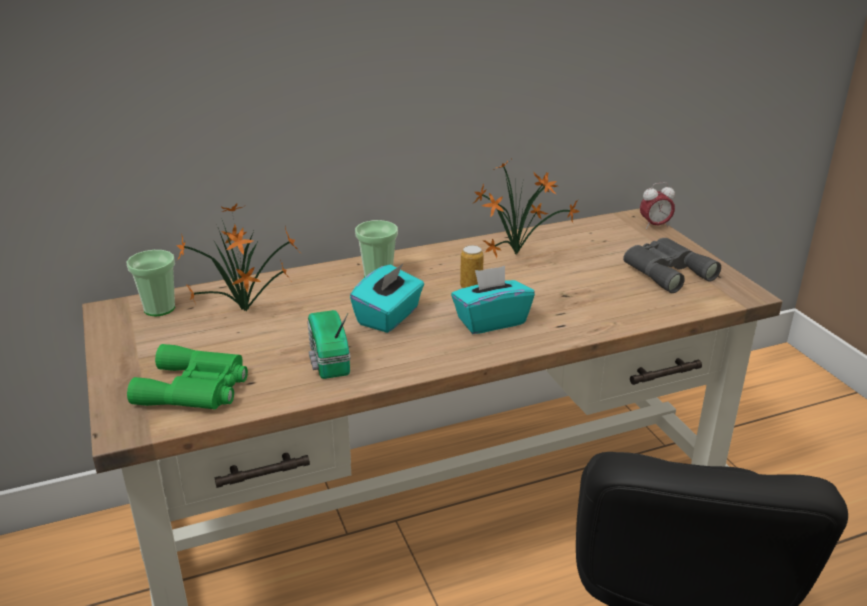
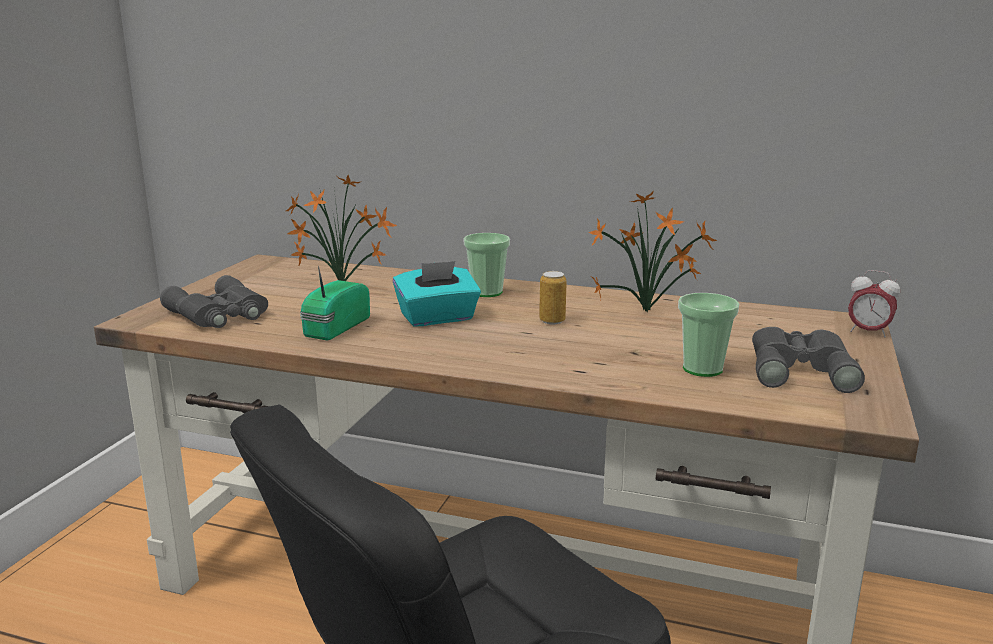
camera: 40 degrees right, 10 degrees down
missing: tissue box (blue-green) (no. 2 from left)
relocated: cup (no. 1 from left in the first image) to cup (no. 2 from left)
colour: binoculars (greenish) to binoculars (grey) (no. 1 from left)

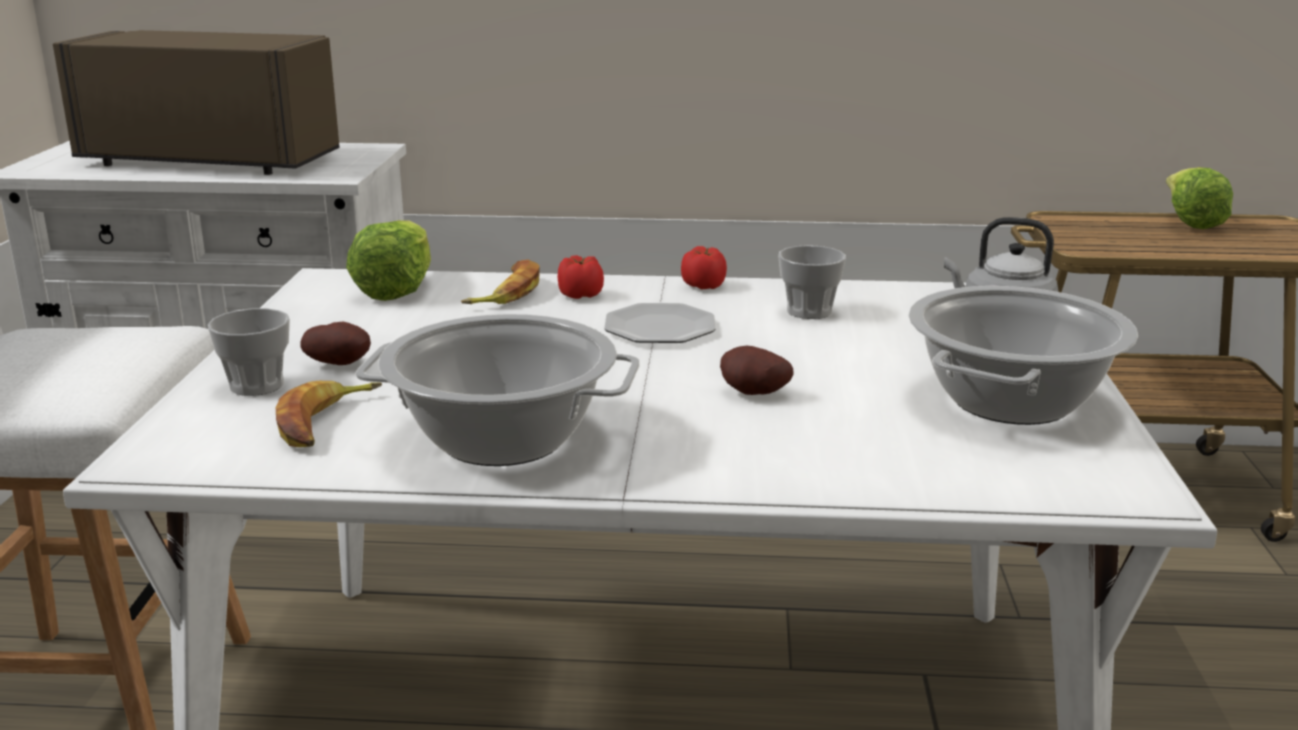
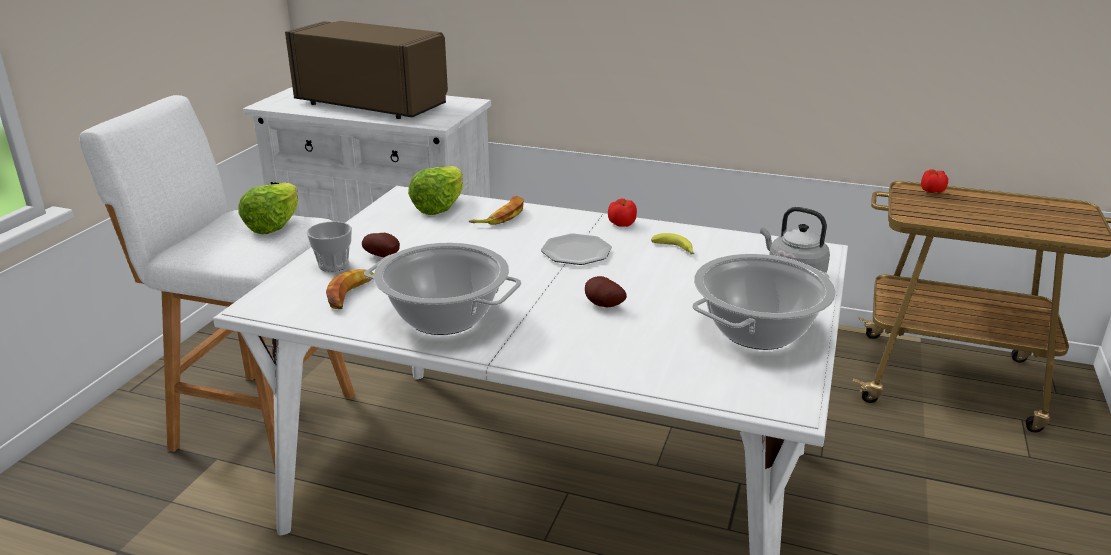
camera: 15 degrees right, 5 degrees up
relocated: lettuce (no. 2 from left in the first image) to lettuce (no. 1 from left); tomato (no. 1 from left in the first image) to tomato (no. 2 from left)
exchanged: cup (no. 2 from left) to banana fruit (no. 3 from left)

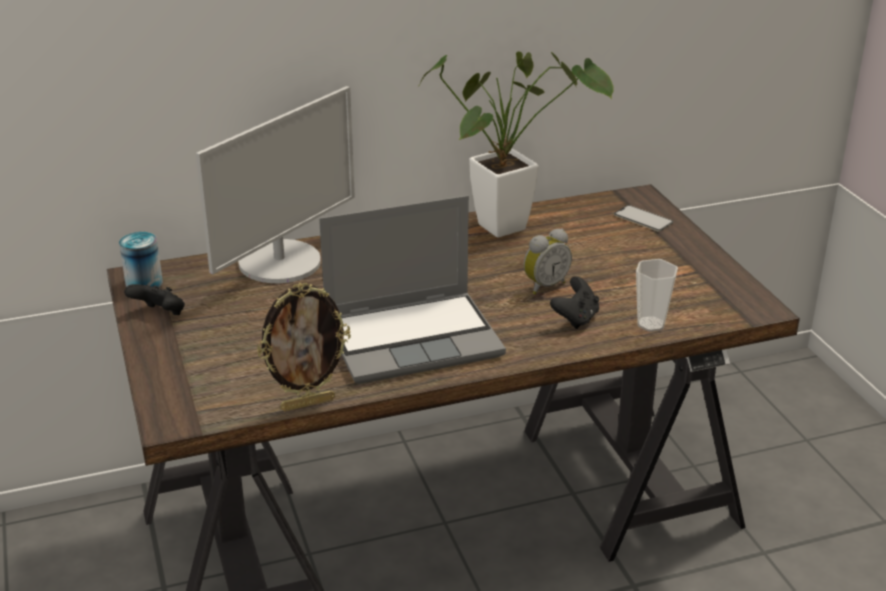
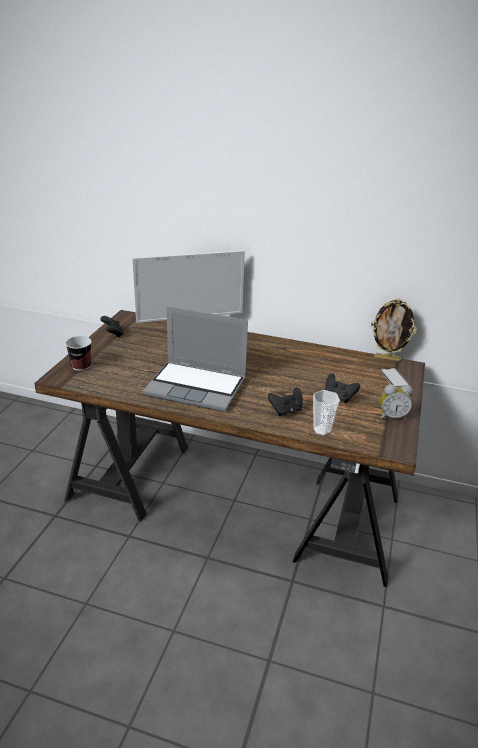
camera: 35 degrees right, 0 degrees up
missing: potted plant; can
appeared: cup (no. 1 from left); game controller (black-coloured) (no. 3 from left)
relocated: table clock; picture frame

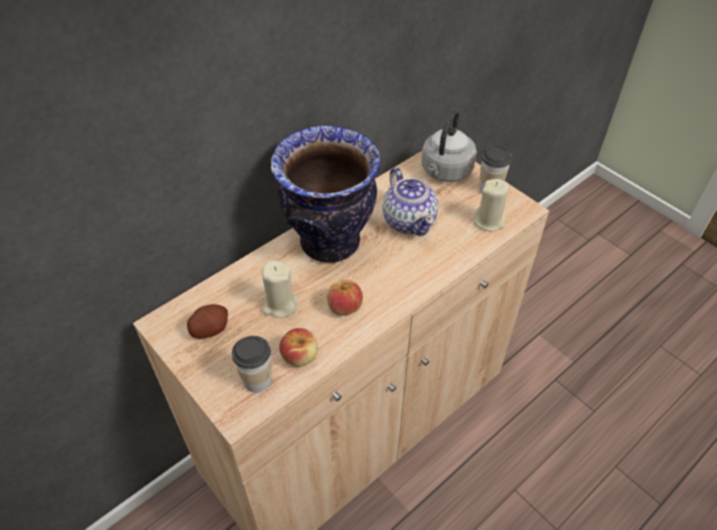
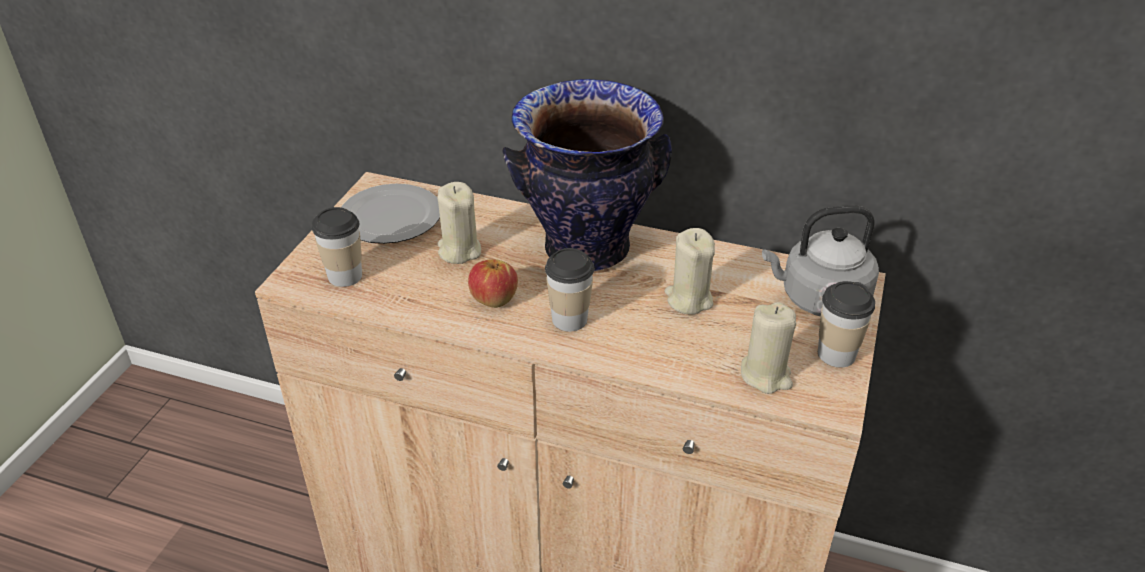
camera: 60 degrees right, 10 degrees down
missing: whole apple (no. 1 from left)
appeared: cup (no. 2 from left)
exchanged: tea pot to wax light (beige-coloured) (no. 2 from left); spud to dinner plate

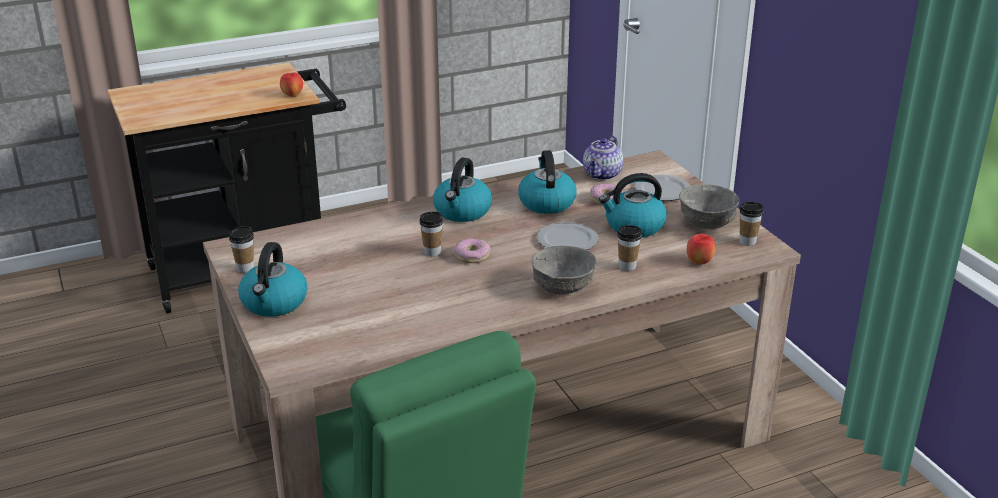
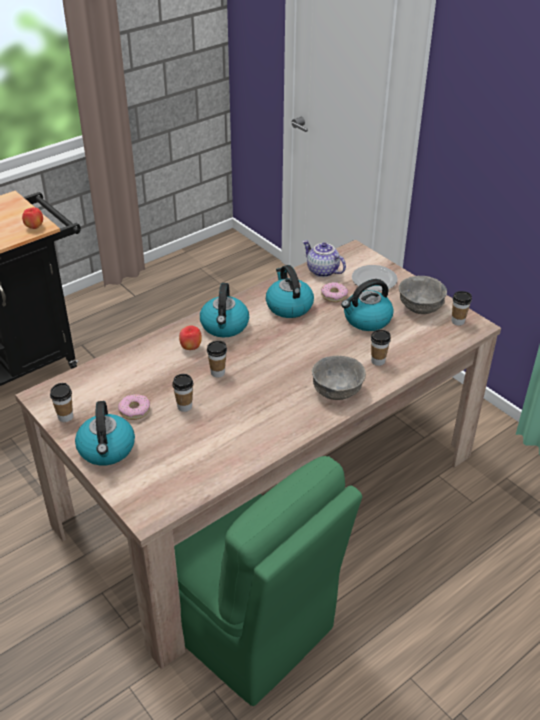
camera: 15 degrees left, 10 degrees up
missing: dinner plate (no. 1 from left)
appeared: cup (no. 2 from left)
relocated: whole apple (no. 2 from left); donut (no. 1 from left)
spun: tea pot 120 degrees clockwise

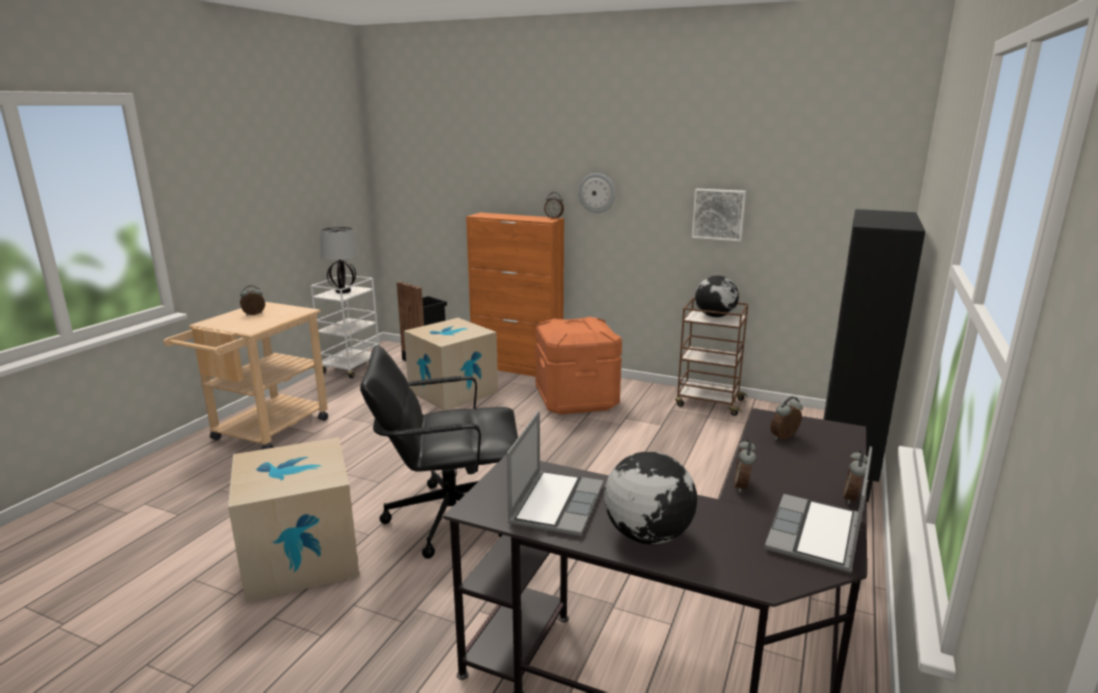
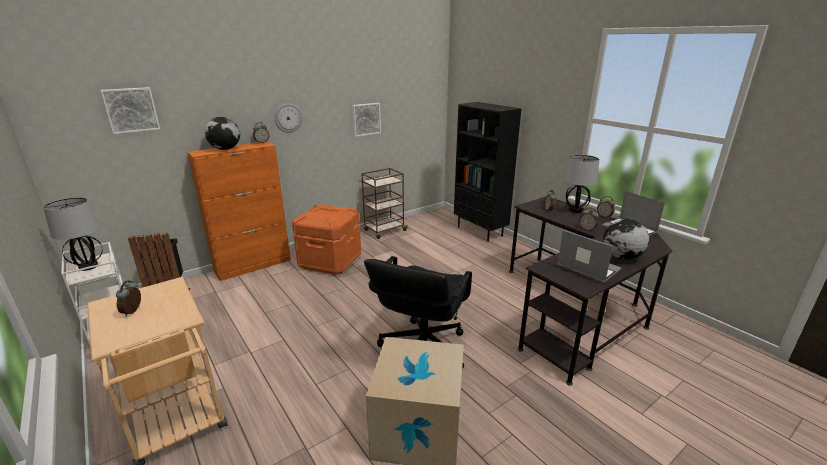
camera: 60 degrees left, 5 degrees up
missing: carton (no. 2 from left)
appeared: wall picture (no. 1 from left); table lamp (no. 2 from left)
relocated: world globe (no. 2 from left in the first image) to world globe (no. 1 from left)

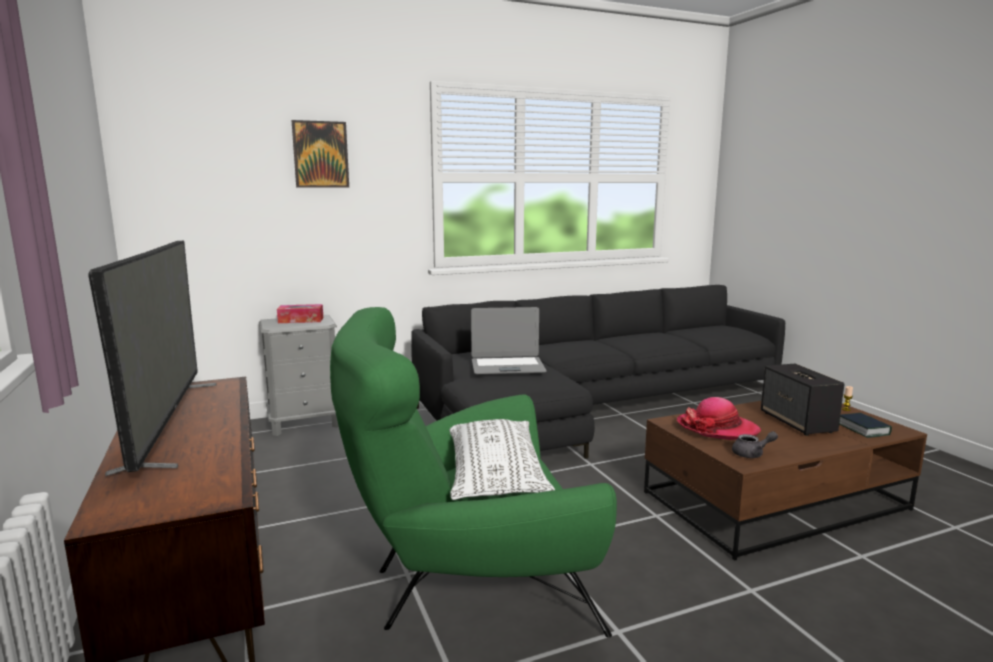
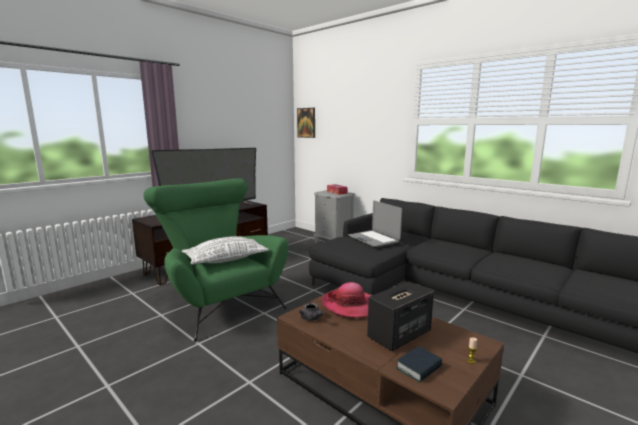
camera: 65 degrees right, 0 degrees up
relocated: wall picture

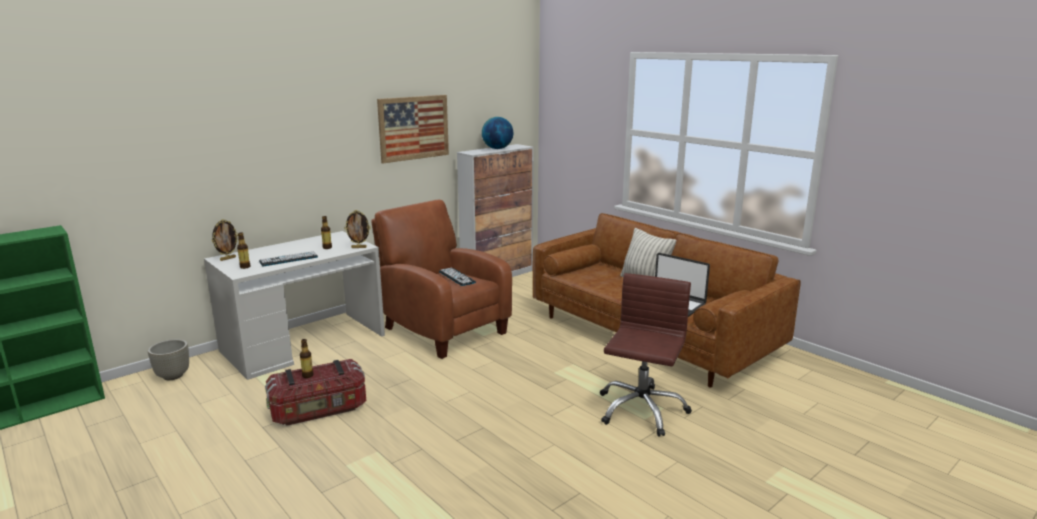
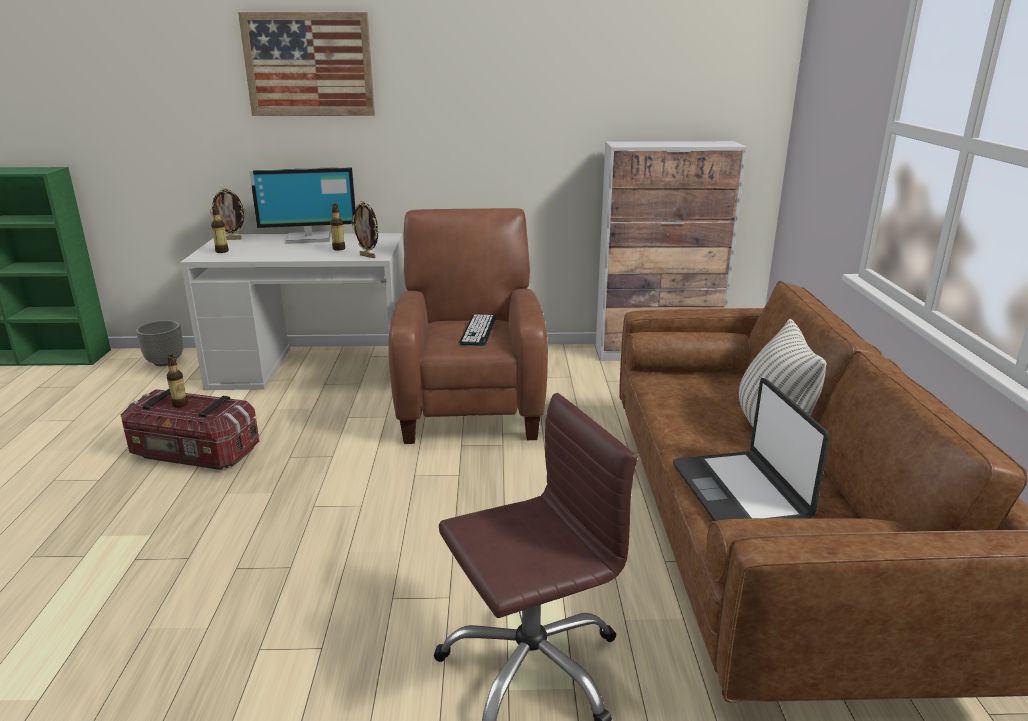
camera: 40 degrees right, 5 degrees up
missing: world globe; keyboard (no. 1 from left)
appeared: monitor
relocated: wall picture

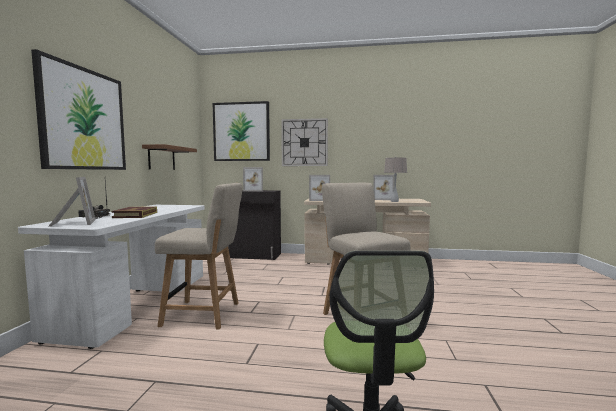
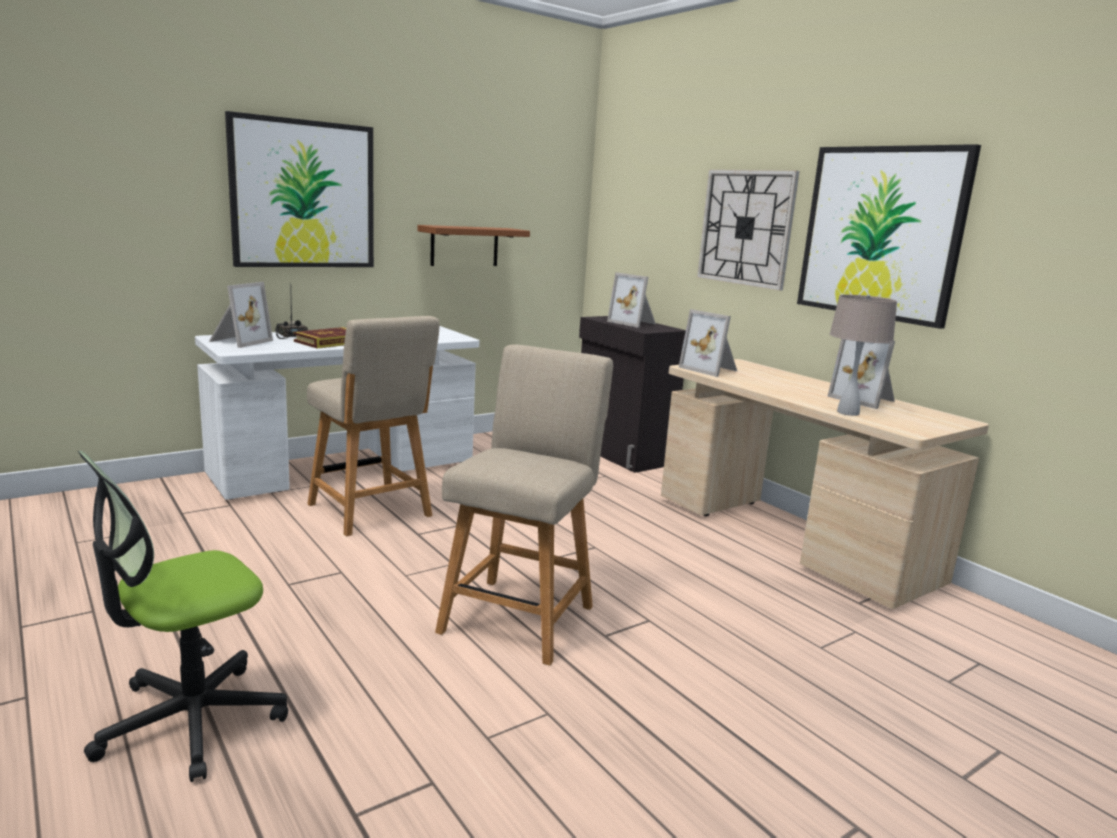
camera: 45 degrees right, 10 degrees up
relocated: wall picture (no. 2 from left)

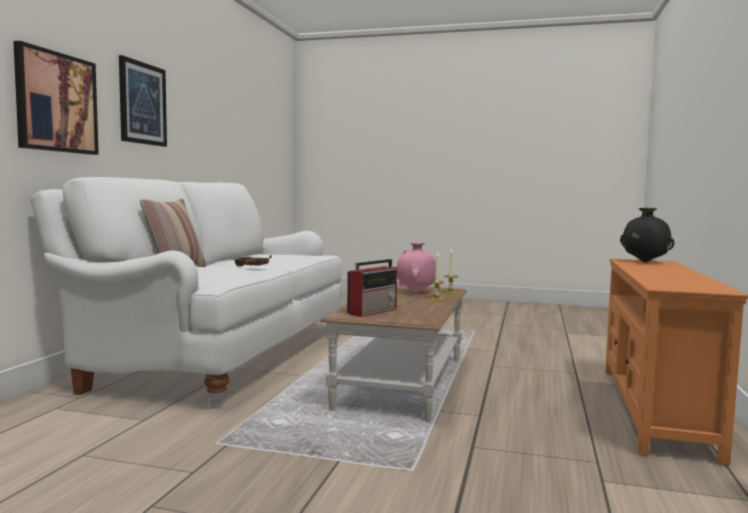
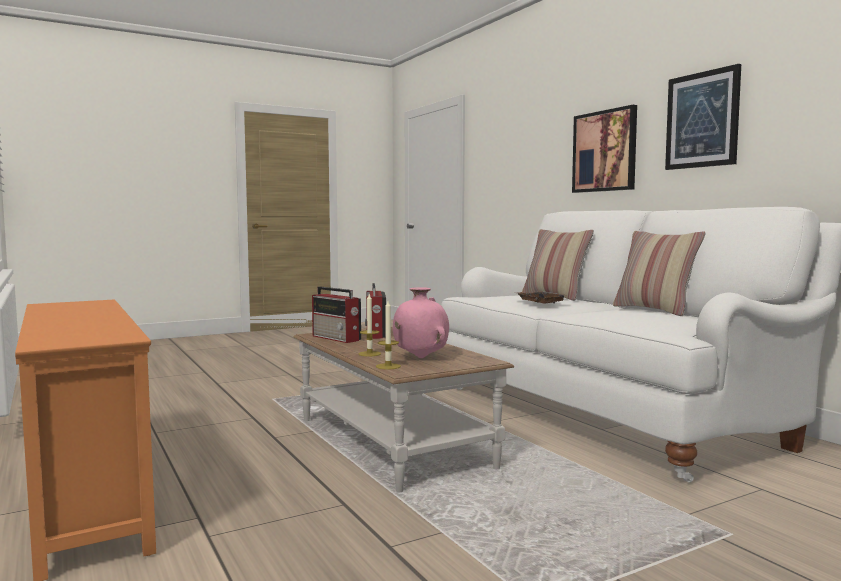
camera: 135 degrees right, 0 degrees up
missing: vase (black-coloured)
appeared: throw pillow (no. 2 from left); radio (no. 1 from left)

